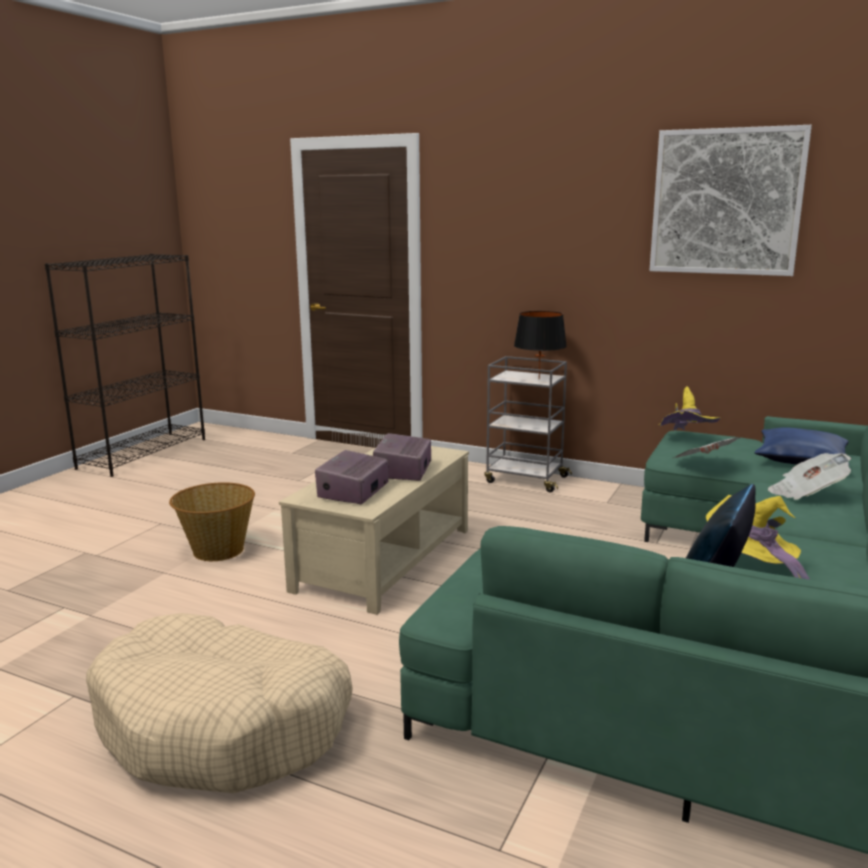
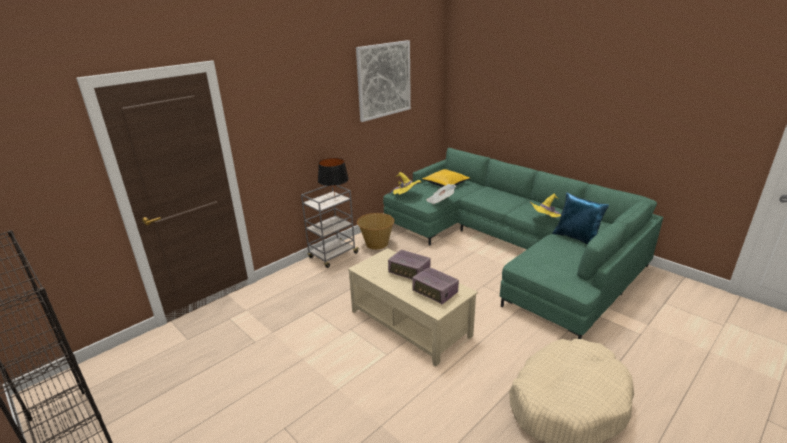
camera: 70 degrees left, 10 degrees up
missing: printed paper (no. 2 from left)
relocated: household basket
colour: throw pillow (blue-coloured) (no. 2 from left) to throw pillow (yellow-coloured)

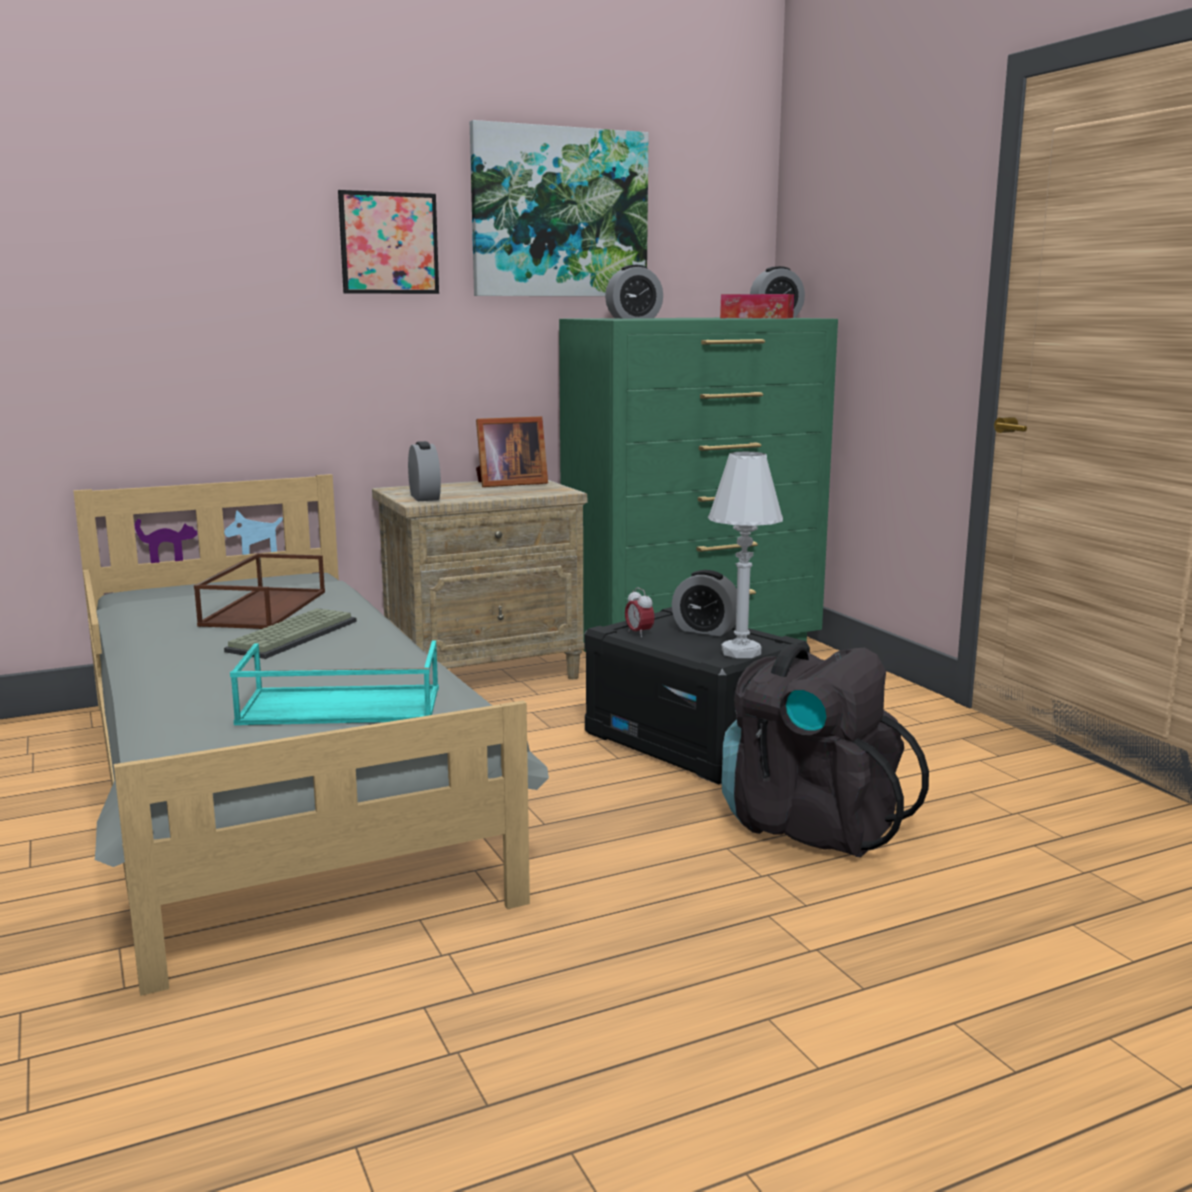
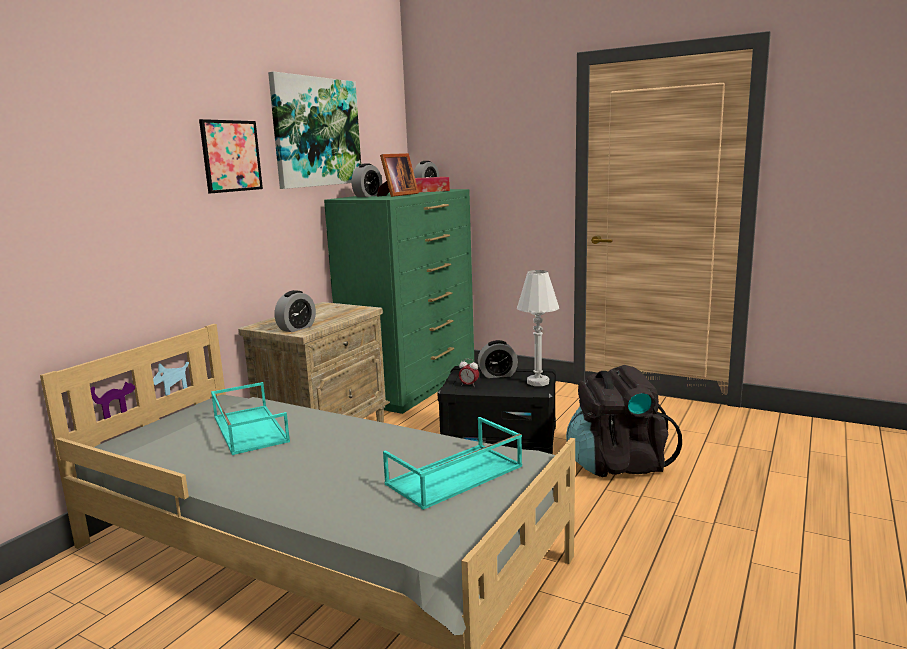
camera: 35 degrees left, 0 degrees up
missing: keyboard
relocated: picture frame
colour: serving tray (brownish) to serving tray (blue-green) (no. 1 from left)
spun: table clock (no. 1 from left) 90 degrees clockwise

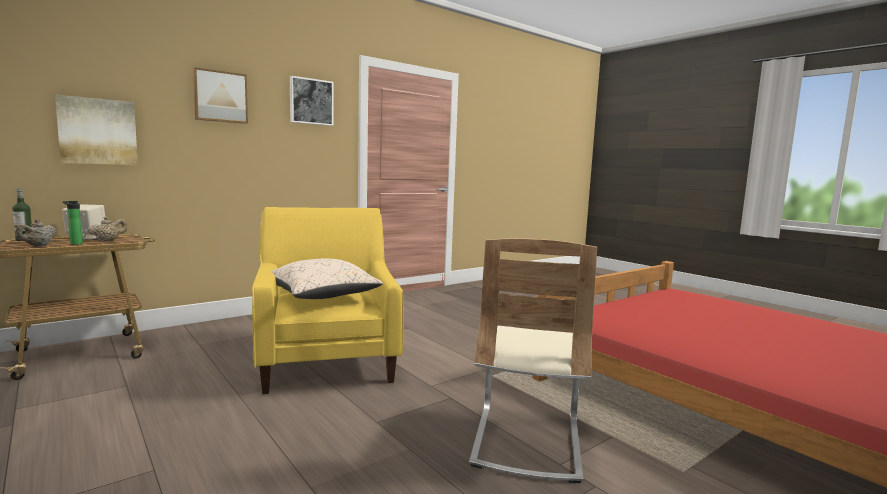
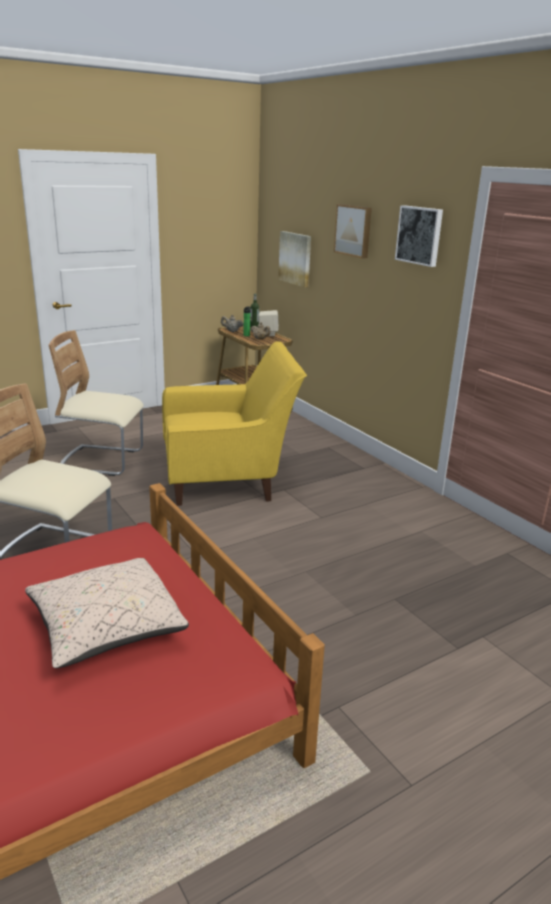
camera: 95 degrees right, 15 degrees up
appeared: plain chair (beige-coloured) (no. 2 from left)
relocated: throw pillow (beige-coloured)

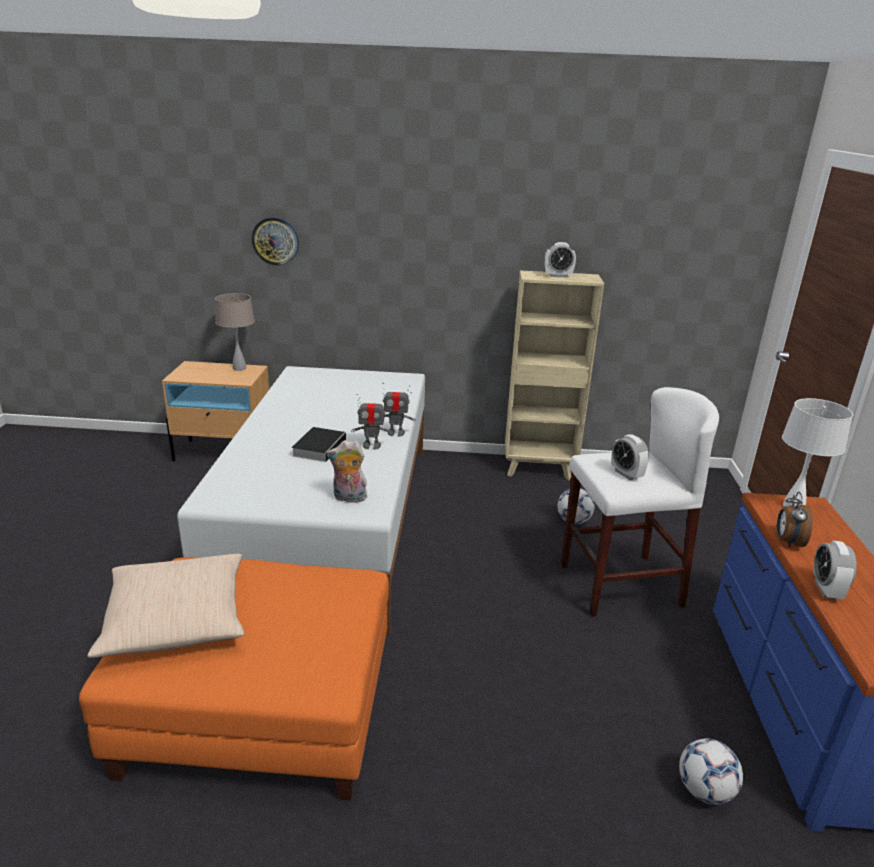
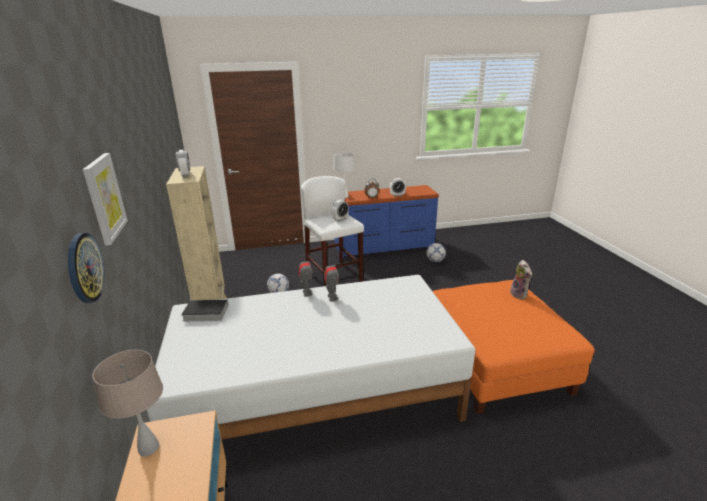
camera: 105 degrees left, 0 degrees up
missing: throw pillow (beige-coloured)
appeared: wall picture
relocated: volume; soft toy

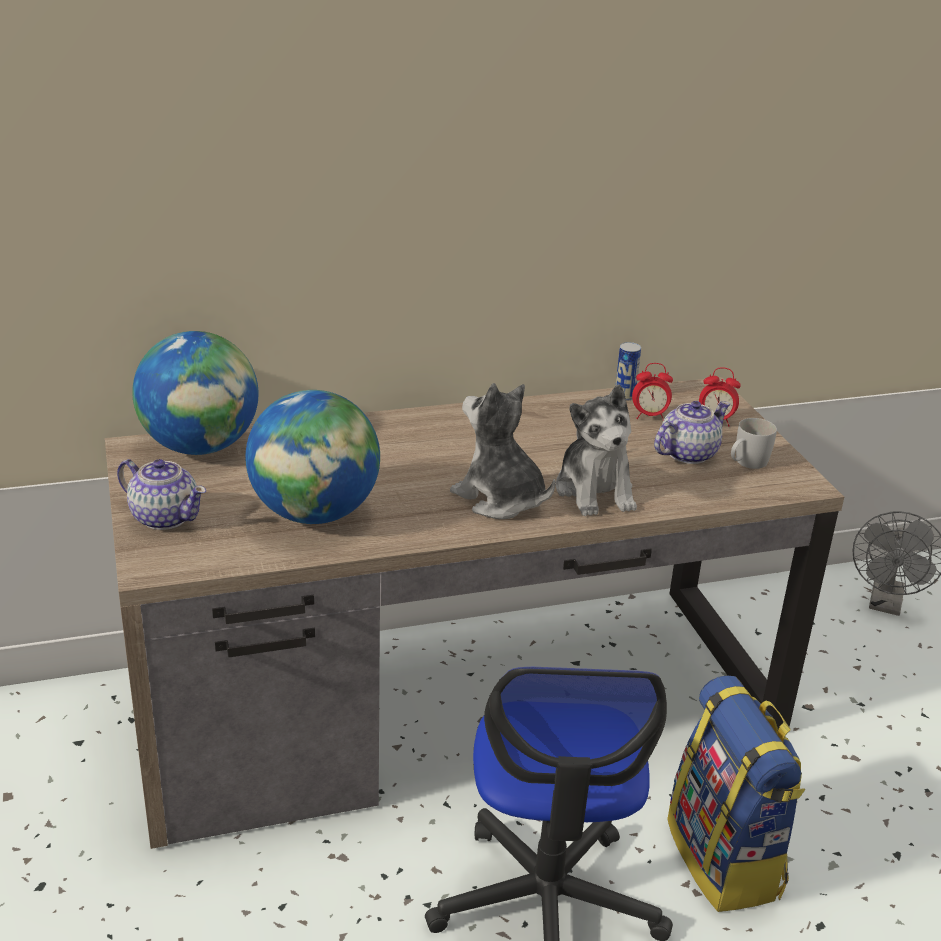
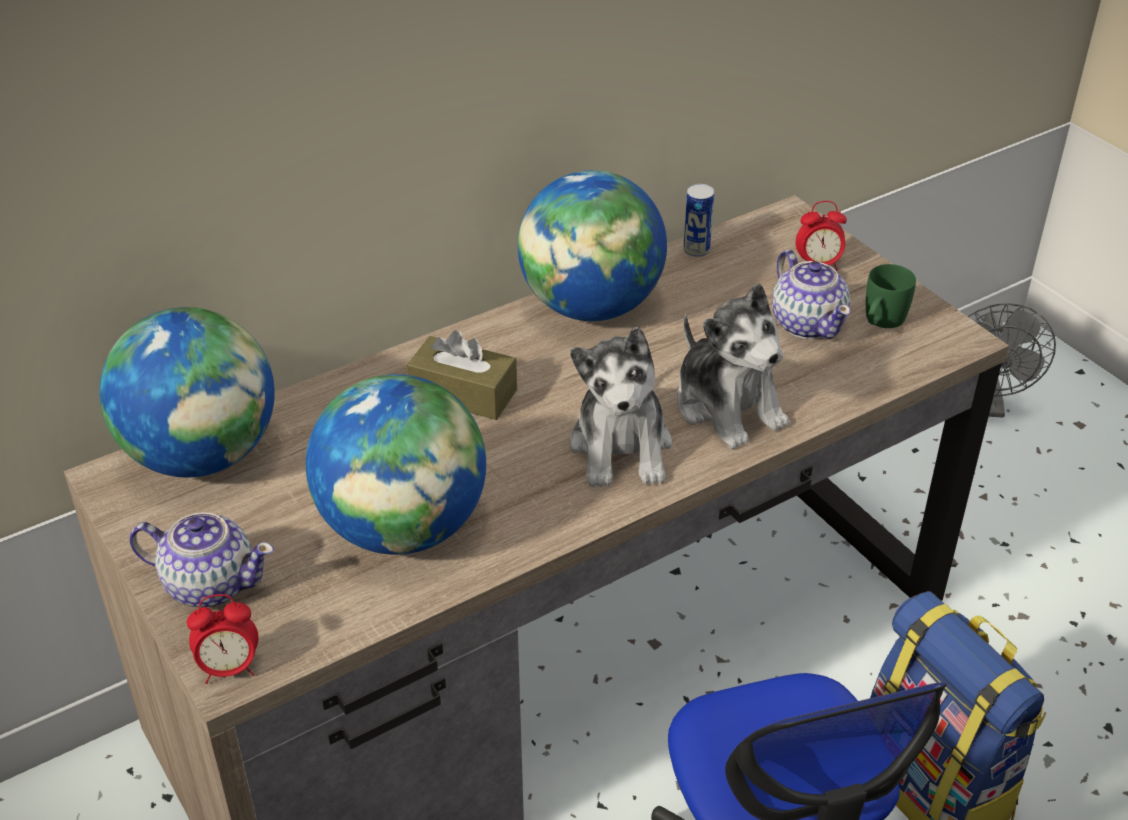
camera: 15 degrees left, 10 degrees up
appeared: world globe (no. 3 from left); tissue box (brownish)
relocated: table clock (no. 1 from left)
colour: coffee mug (white-coloured) to coffee mug (greenish)
spun: soft toy (no. 1 from left) 120 degrees counterclockwise; tea pot (no. 2 from left) 120 degrees clockwise

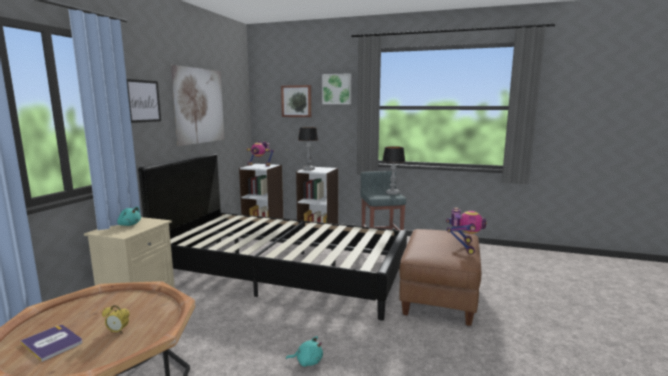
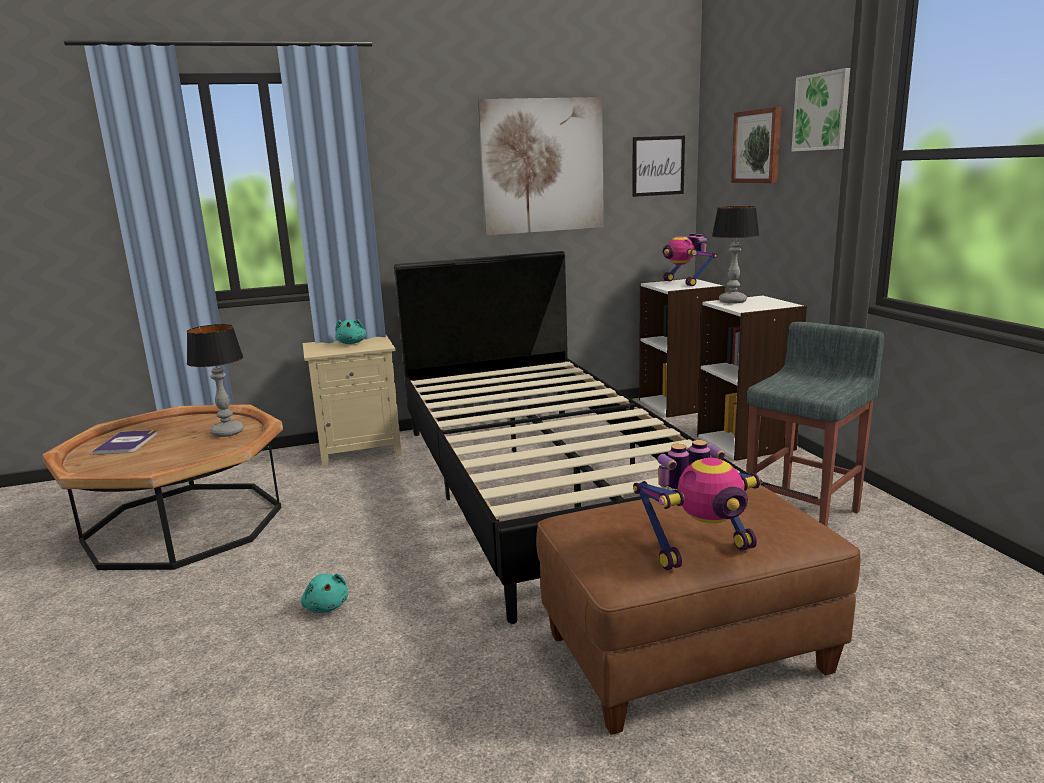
camera: 55 degrees right, 5 degrees up
missing: table clock
relocated: wall picture (no. 1 from left in the first image) to wall picture (no. 2 from left); table lamp (no. 2 from left in the first image) to table lamp (no. 1 from left)

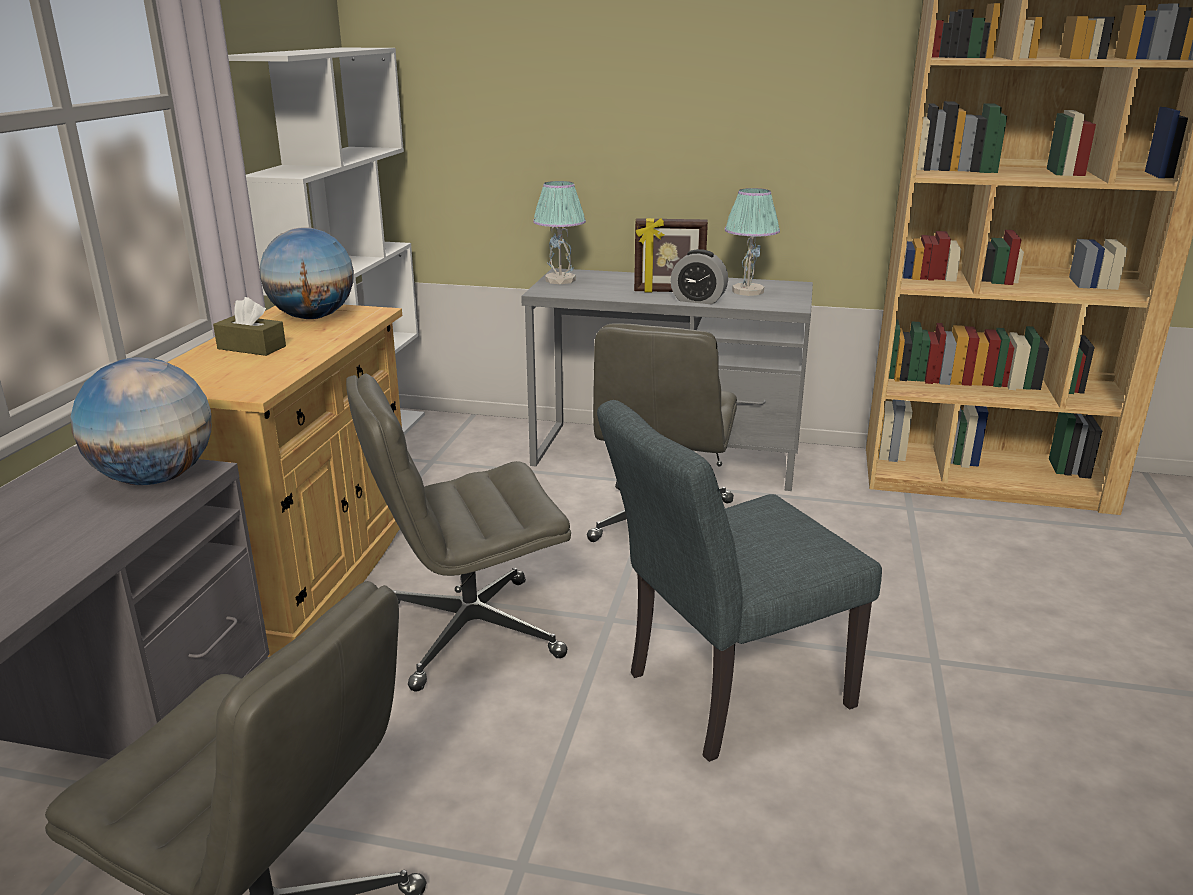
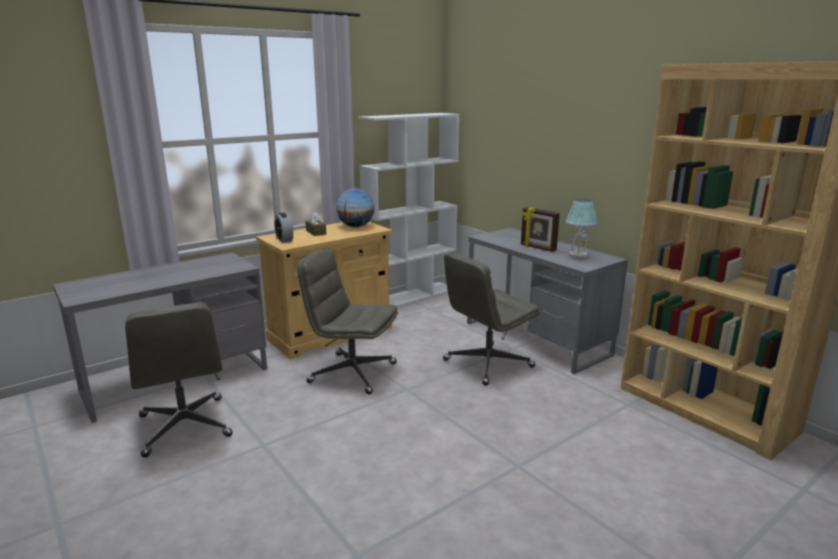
camera: 40 degrees right, 5 degrees down
missing: table lamp (no. 1 from left); world globe (no. 1 from left); plain chair (grey)
relocated: table clock

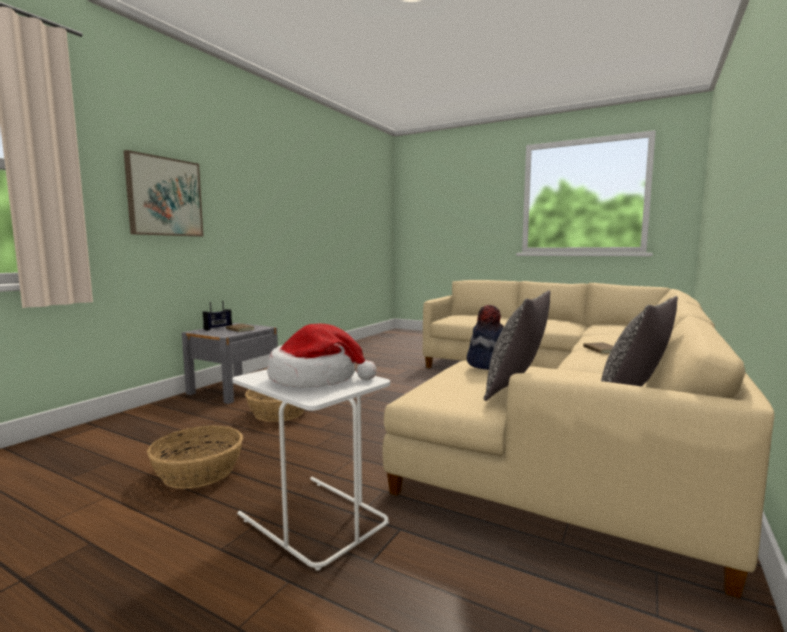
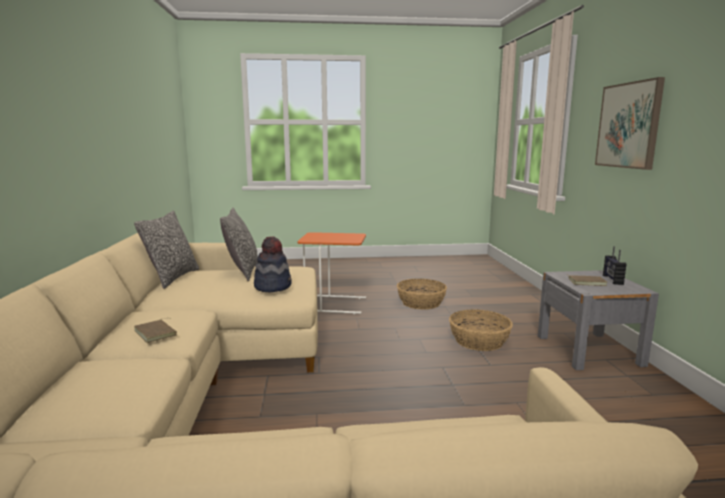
camera: 145 degrees right, 5 degrees up
missing: clothing hat (no. 1 from left)
colour: side table (white-coloured) to side table (orange)

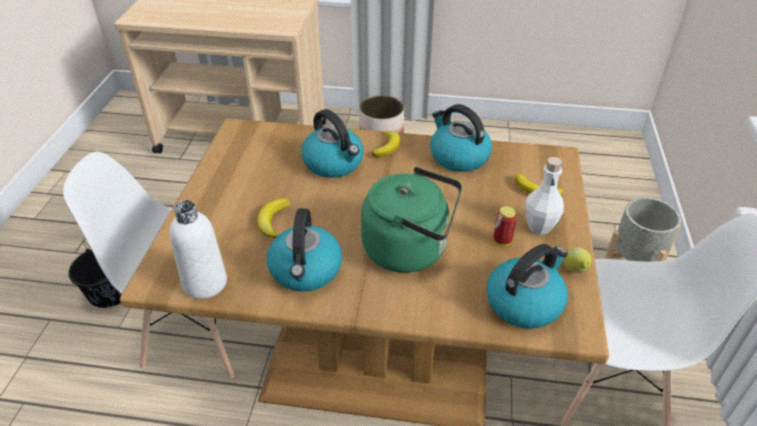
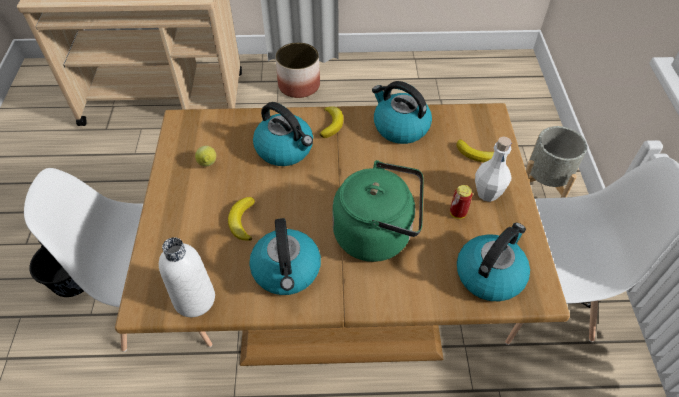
camera: 10 degrees left, 10 degrees up
relocated: citrus fruit

